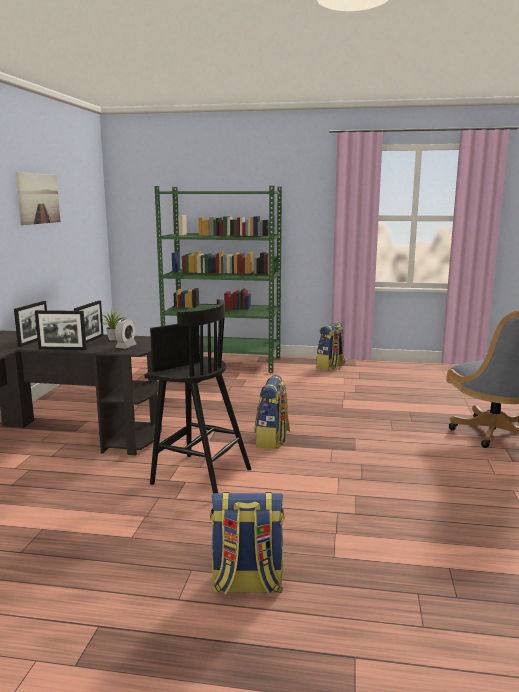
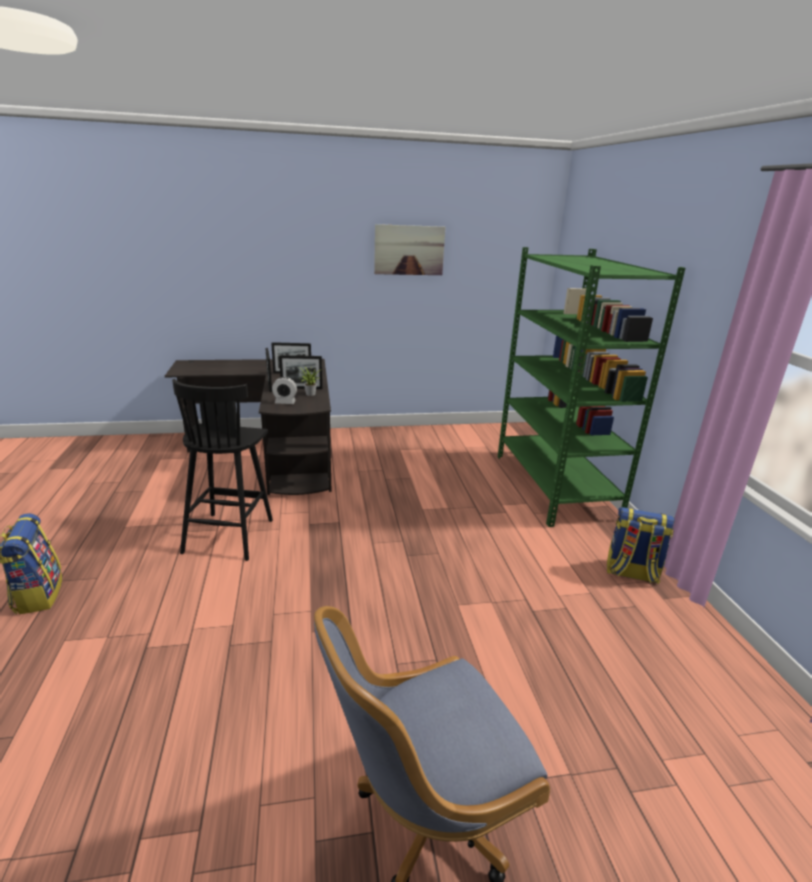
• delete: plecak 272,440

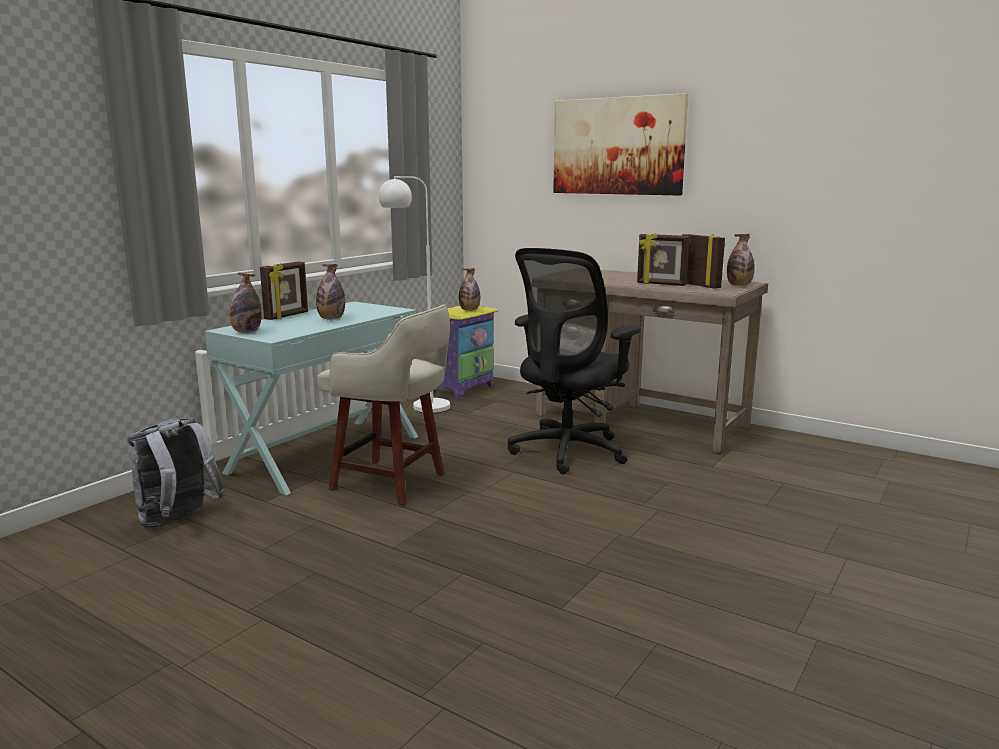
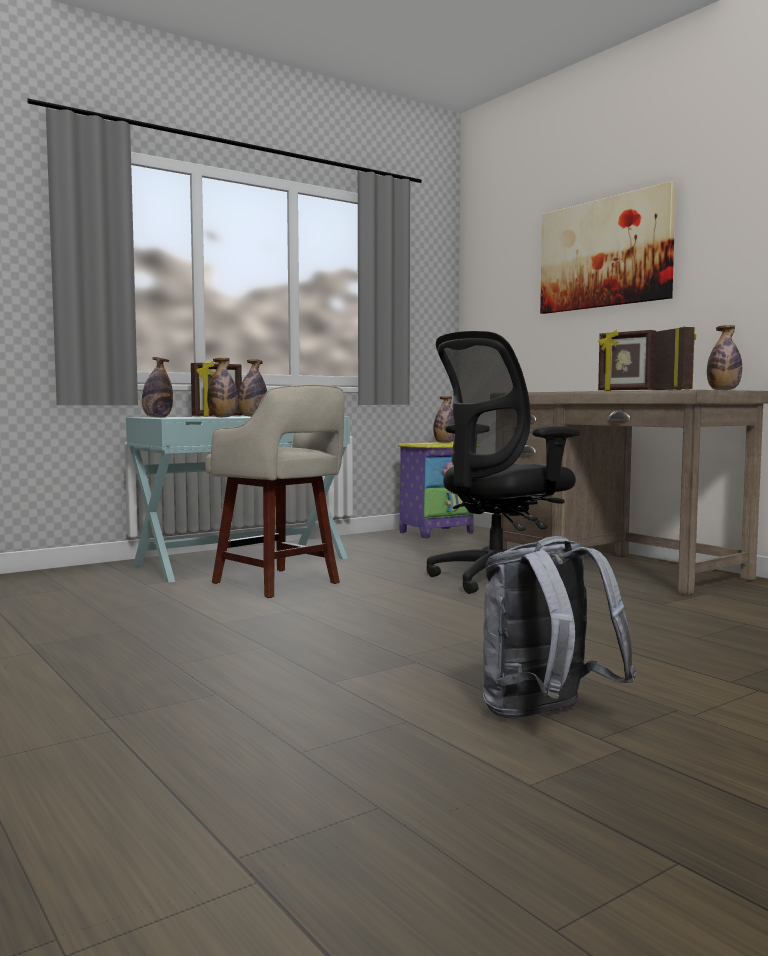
• move: plecak (szary) 178,522 to 545,716
• delete: lampa stojąca (biały) 420,409
• insert: butelka 223,417

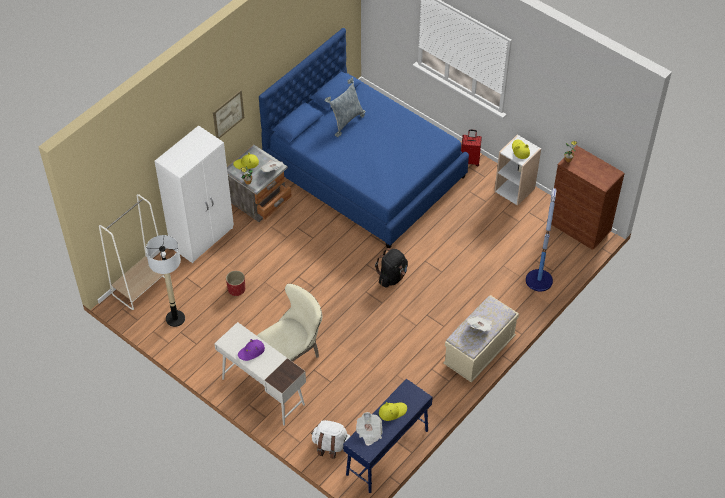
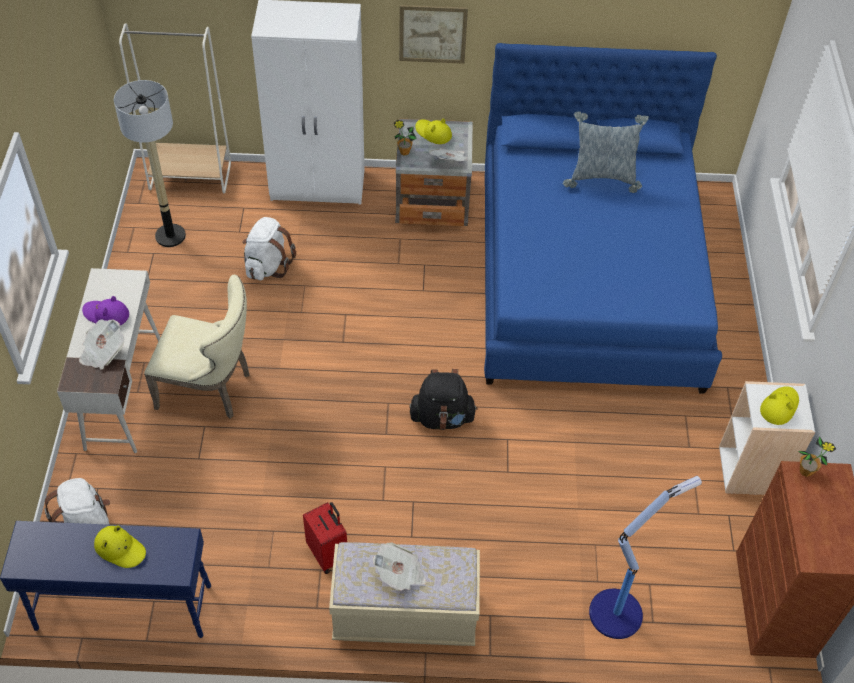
• replace: donica (czerwony) 236,289 to plecak (biały) 267,265
• move: gazeta 369,433 to 102,352
• move: walizka (czerwony) 470,160 to 328,553

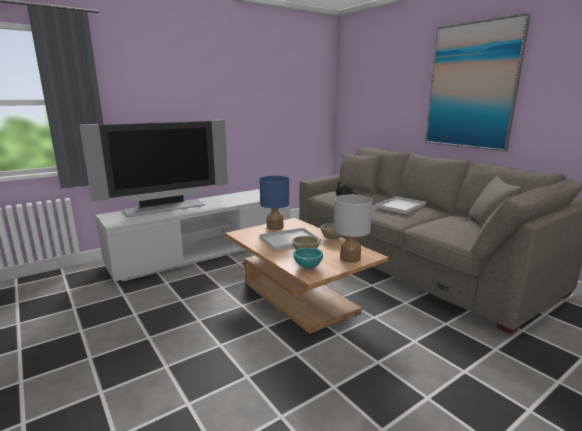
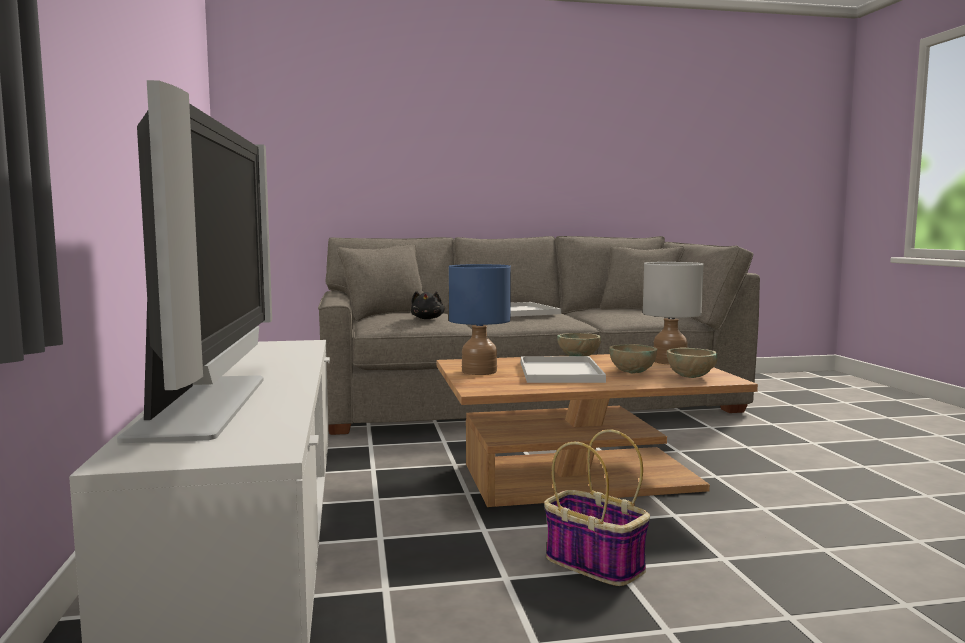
• recolor: miska (turkusowy) 307,267 to miska (beżowy) 690,377
• delete: obraz 471,86
• insert: koszyk 592,563

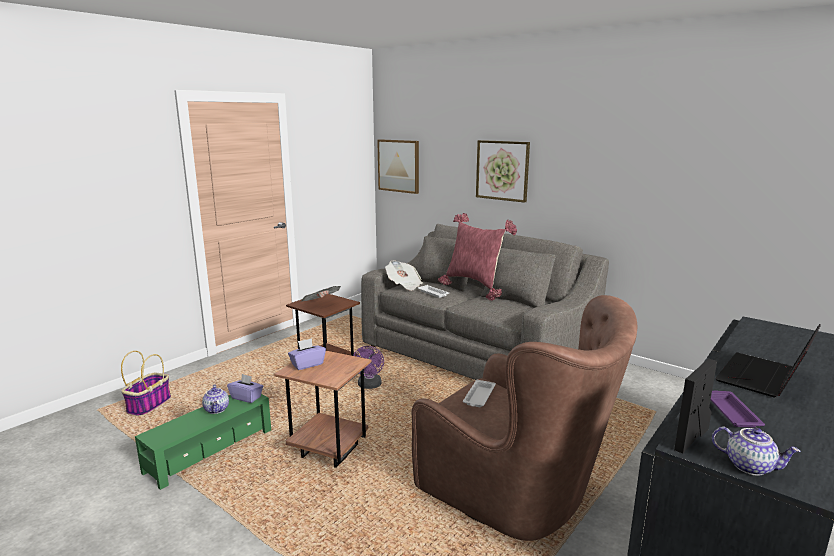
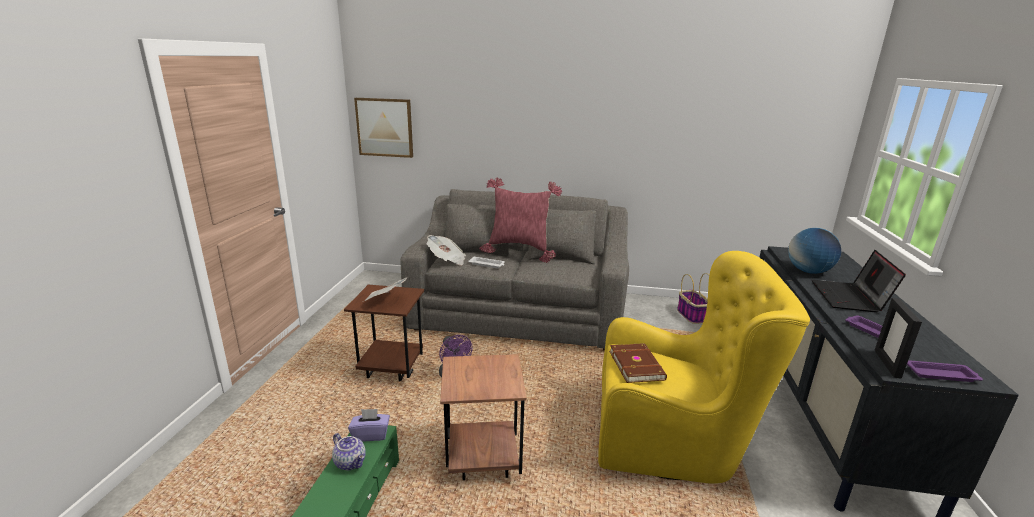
• move: koszyk 149,405 to 691,315
• delete: pudełko chusteczek (fioletowy) 307,364
• recolor: fotel (brązowy) 518,494 to fotel (żółty) 676,441
• replace: taca (biały) 479,397 to książka (brązowy) 637,365
• delete: obraz 502,170
• replace: imbryk 750,466 to taca (fioletowy) 942,374
• insert: globus 808,271

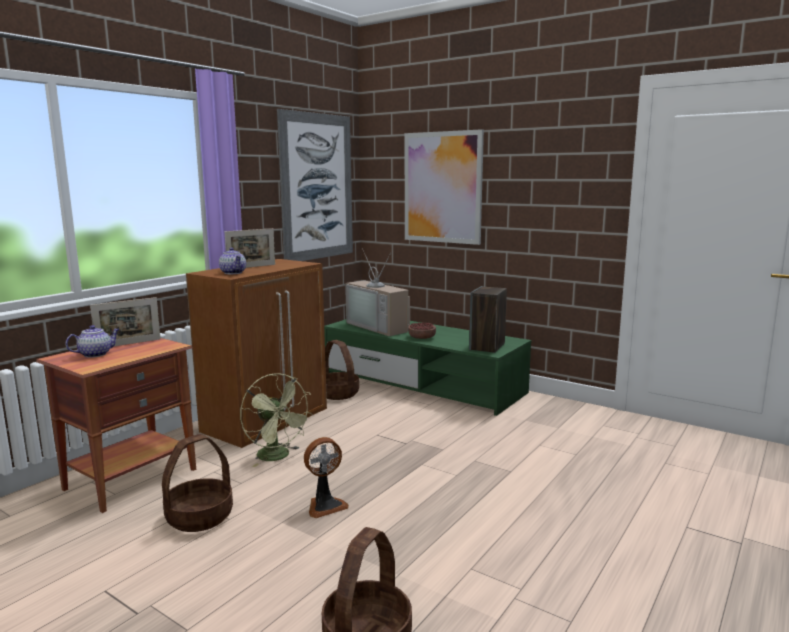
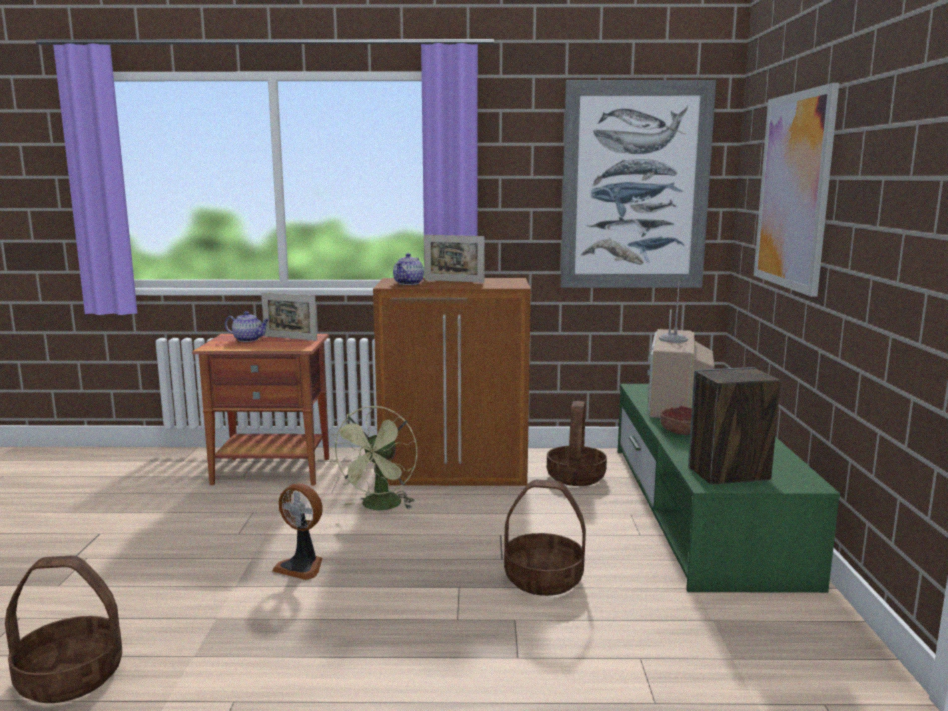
• move: koszyk 200,516 to 544,578

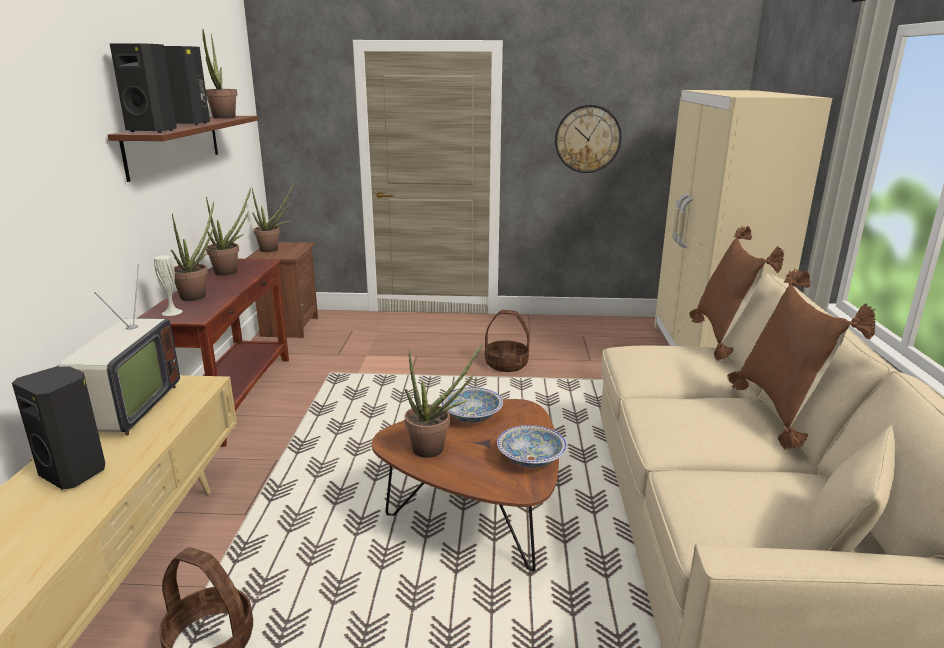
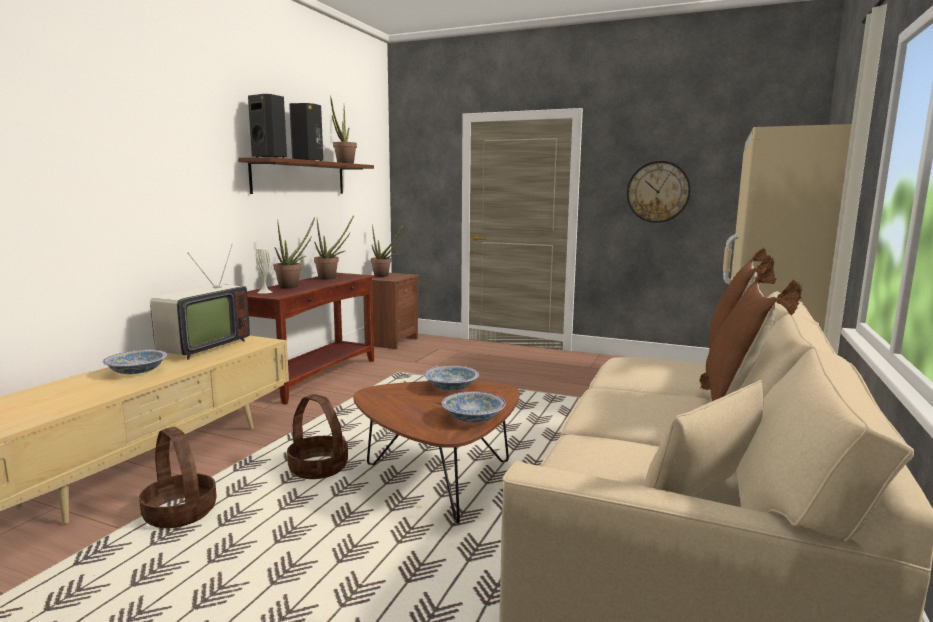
• replace: głośnik (czarny) 75,472 to miska 137,372
• delete: roślina doniczkowa 435,449
• move: koszyk 506,364 to 319,468

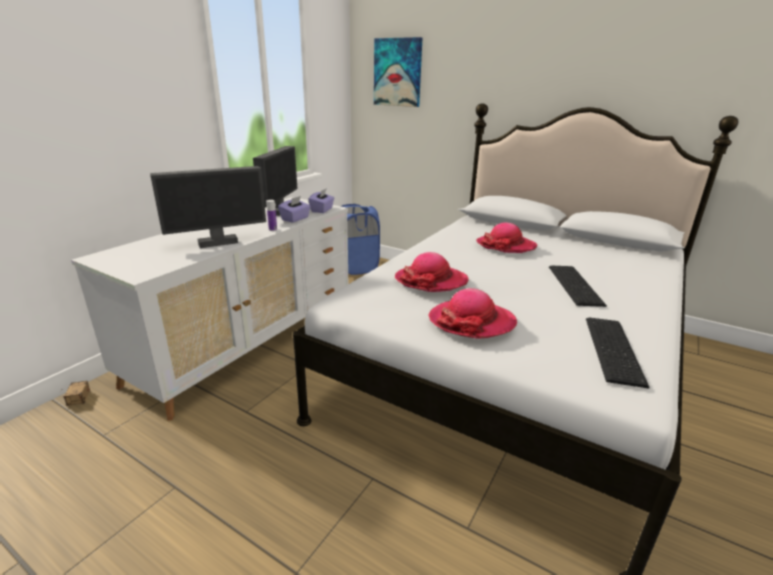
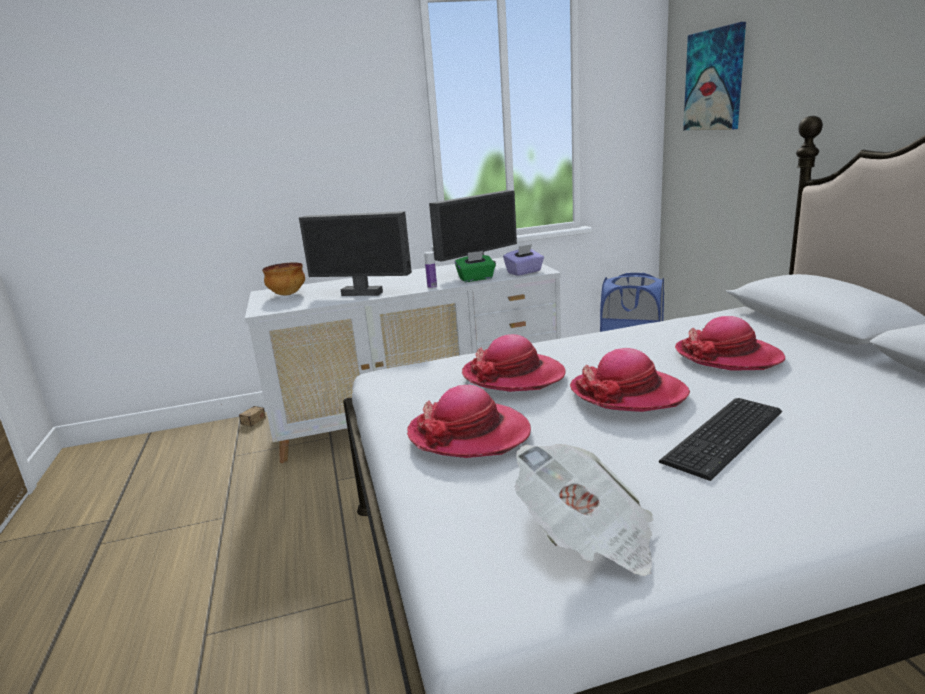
• recolor: pudełko chusteczek (fioletowy) 295,219 to pudełko chusteczek (zielony) 476,279
• replace: klawiatura 615,349 to gazeta 587,537
• insert: miska 287,294
• insert: kapelusz 628,393

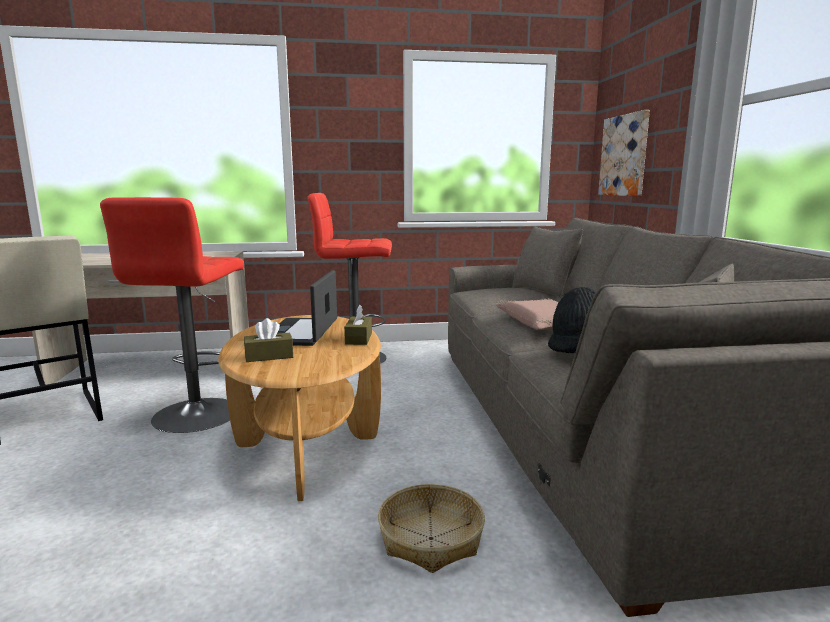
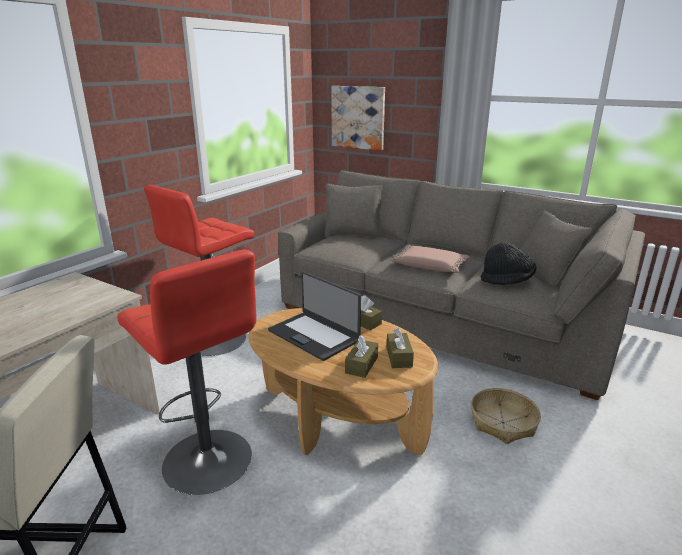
• insert: pudełko chusteczek (brązowy) 399,357

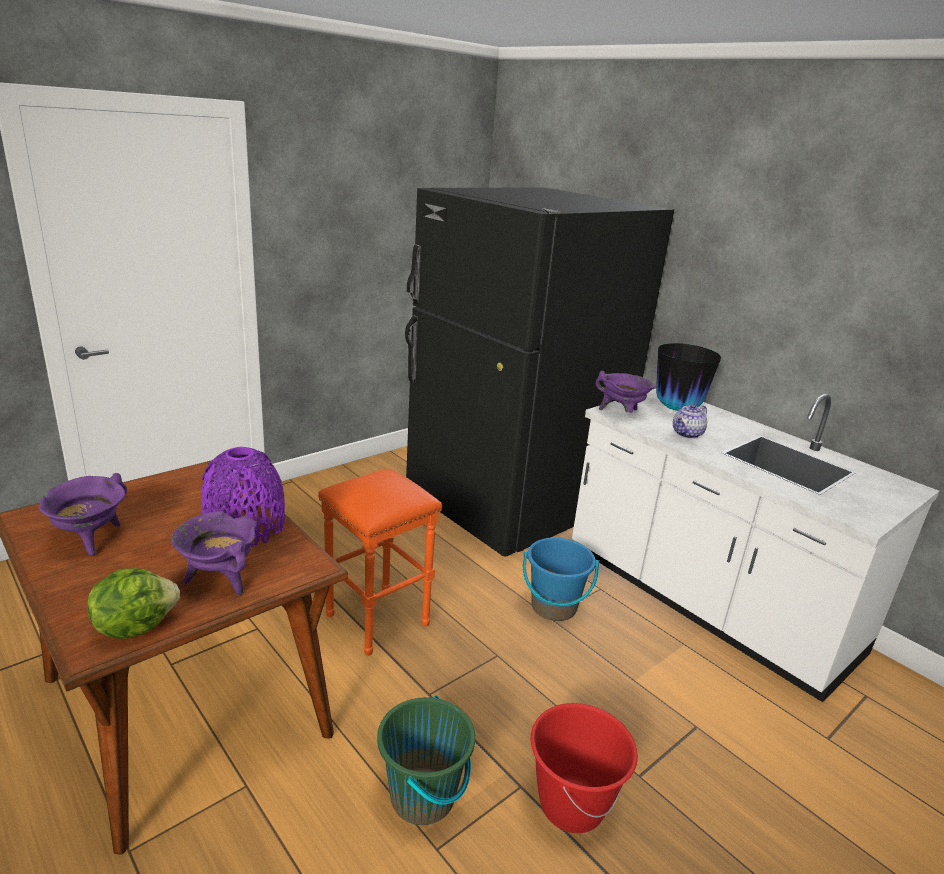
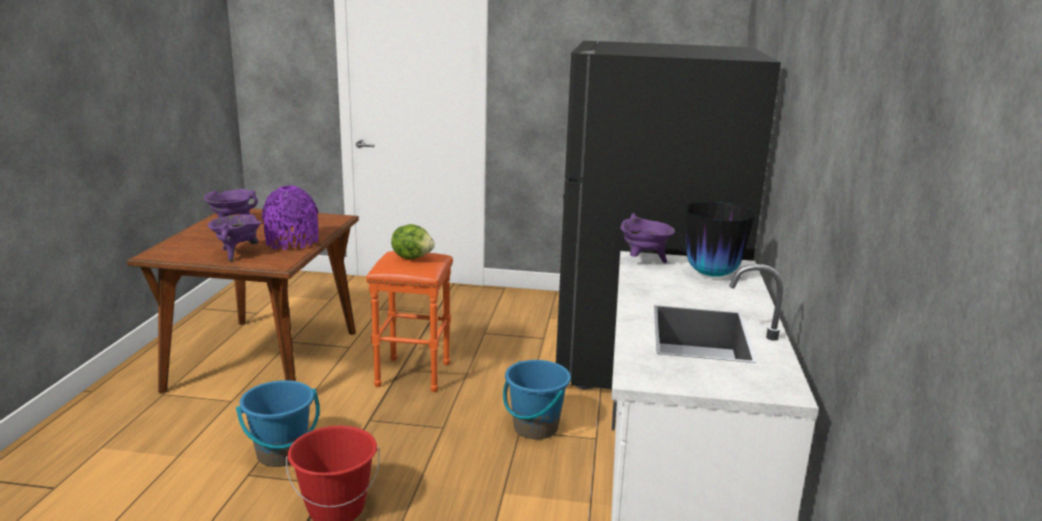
• move: sałata 135,626 to 412,257
• recolor: wiadro (zielony) 423,797 to wiadro (niebieski) 282,454
• delete: imbryk 687,434

